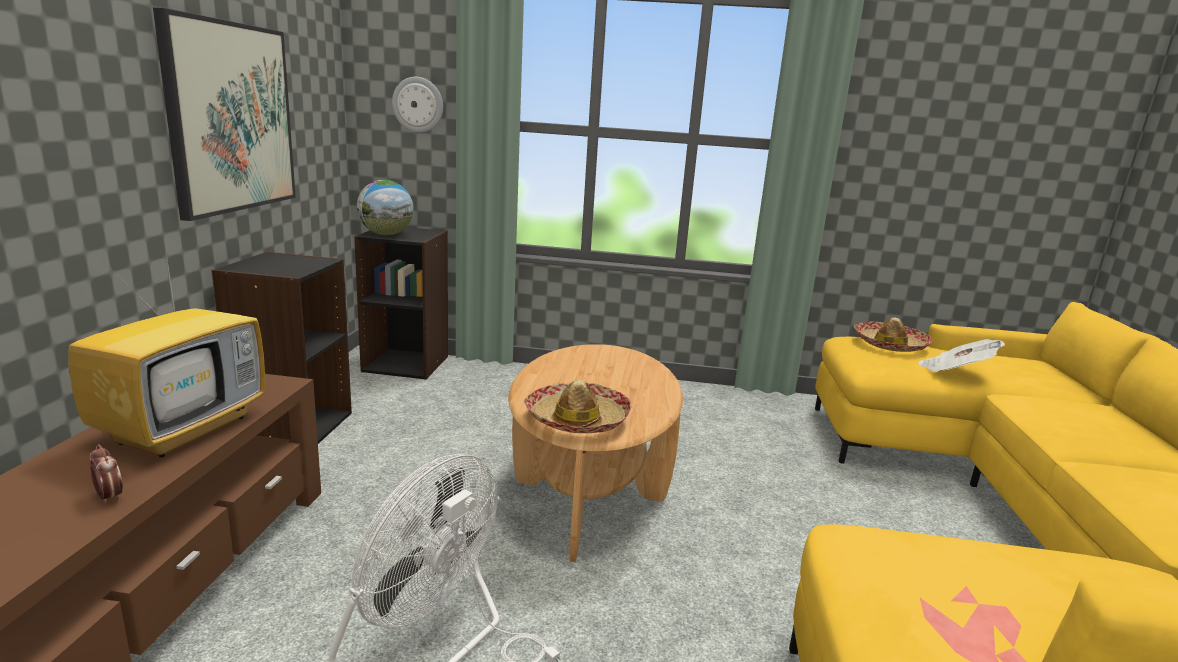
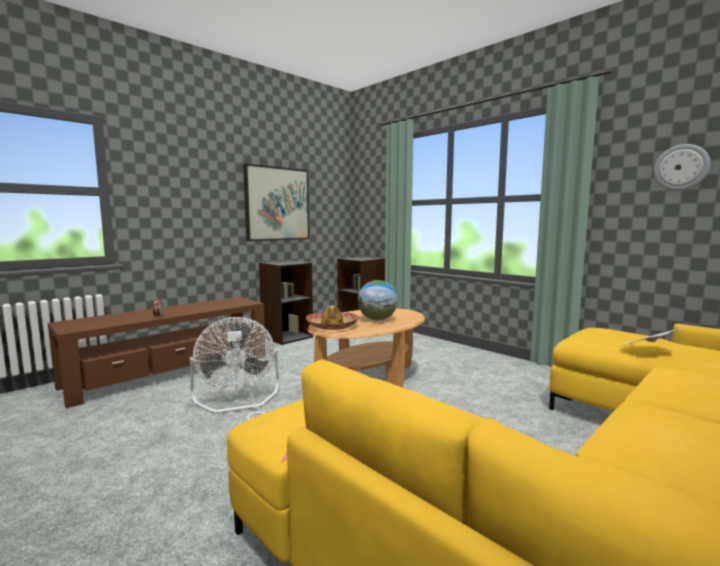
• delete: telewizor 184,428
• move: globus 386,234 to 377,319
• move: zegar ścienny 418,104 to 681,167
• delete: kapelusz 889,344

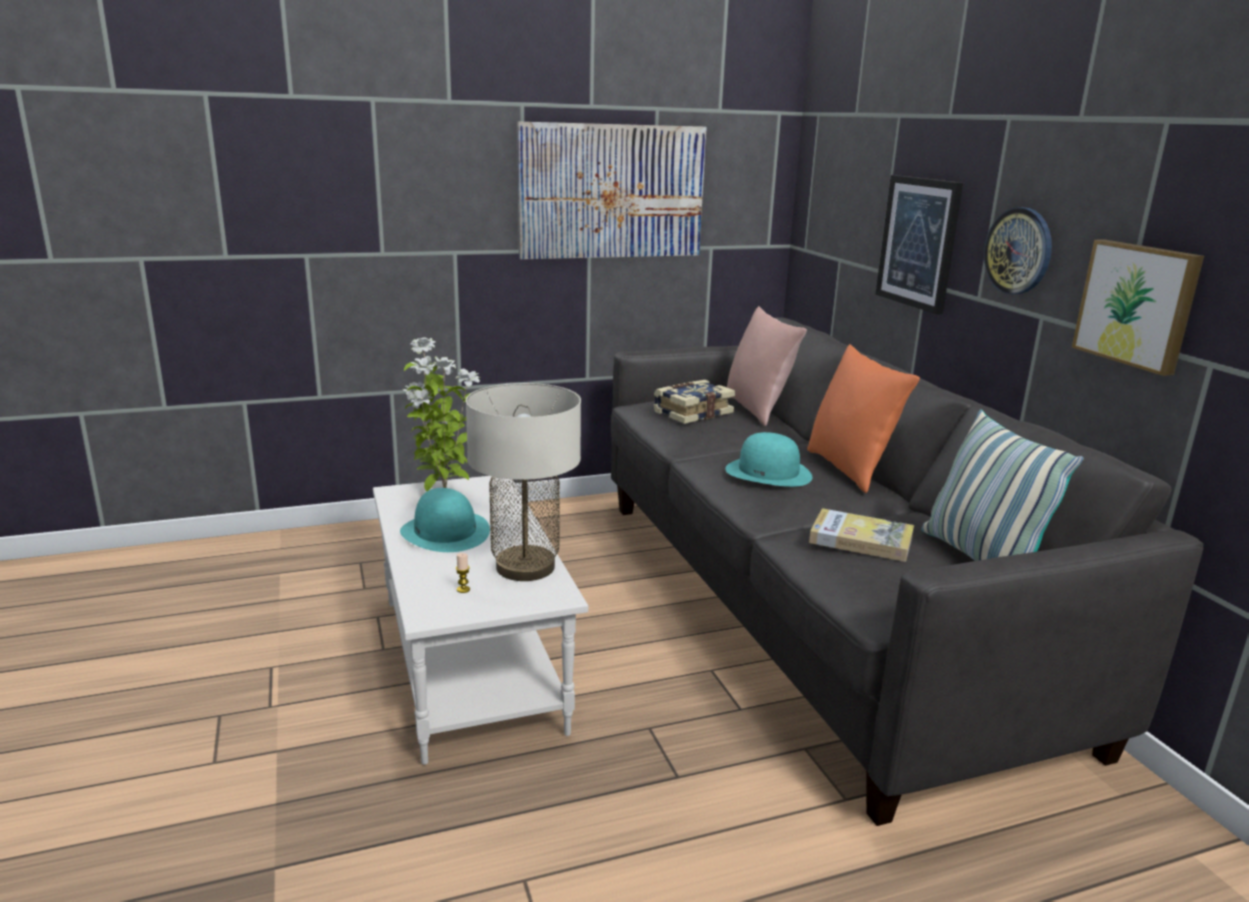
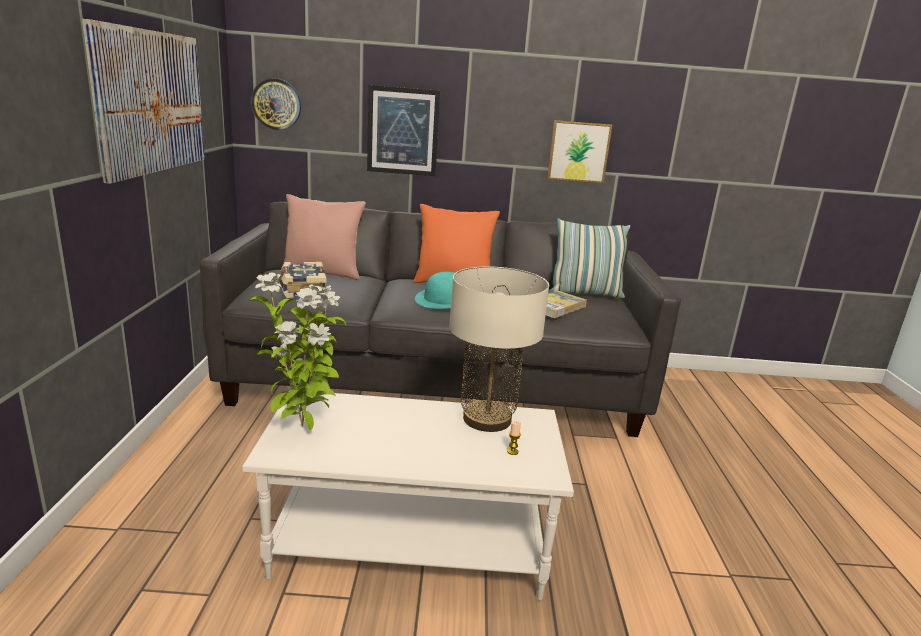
• delete: kapelusz (turkusowy) 445,532
• move: zegar ścienny 1018,251 to 276,104

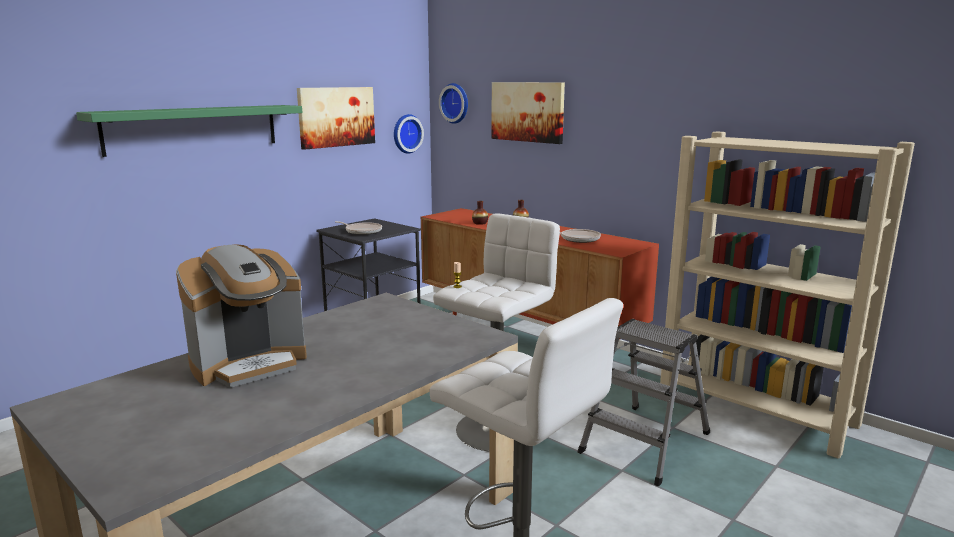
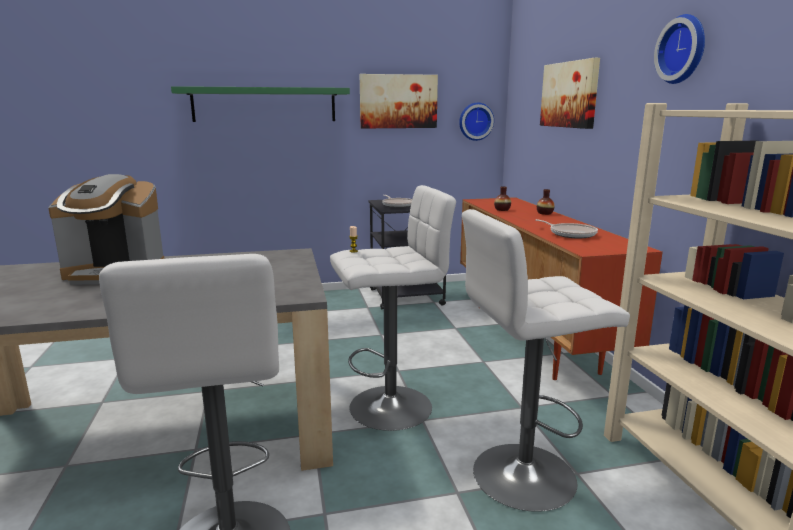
• move: zegar ścienny 456,103 to 684,49
• replace: drabinka (szary) 645,442 to stołek (biały) 522,475

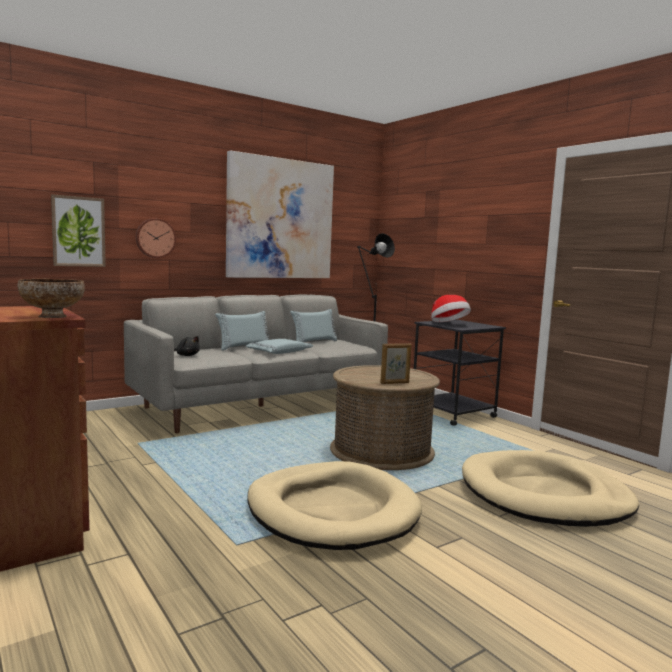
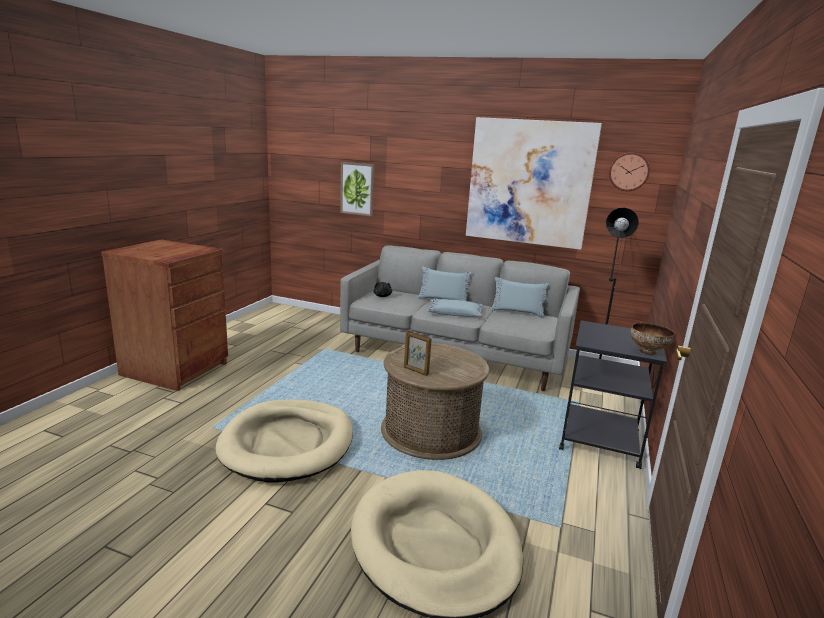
• move: miska 52,316 to 647,352
• move: zegar ścienny 155,238 to 629,171
• delete: kapelusz 448,324

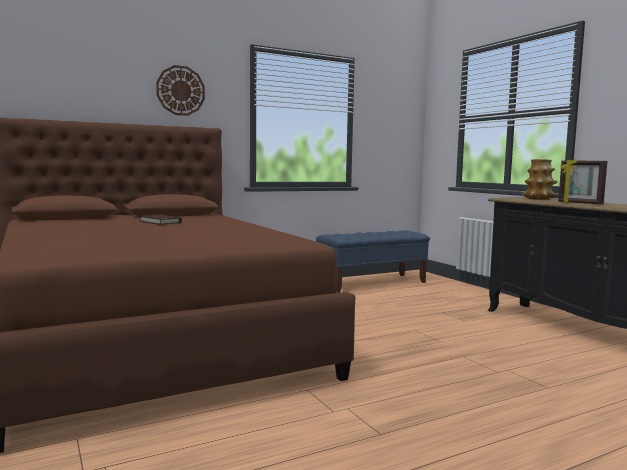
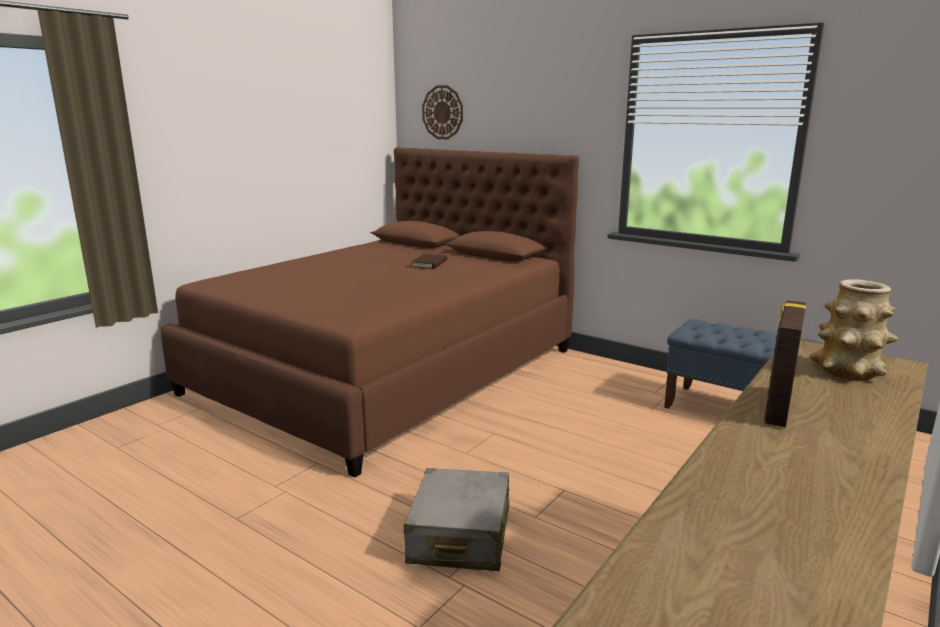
• move: zegar ścienny 180,90 to 442,112
• insert: walizka (szary) 460,536

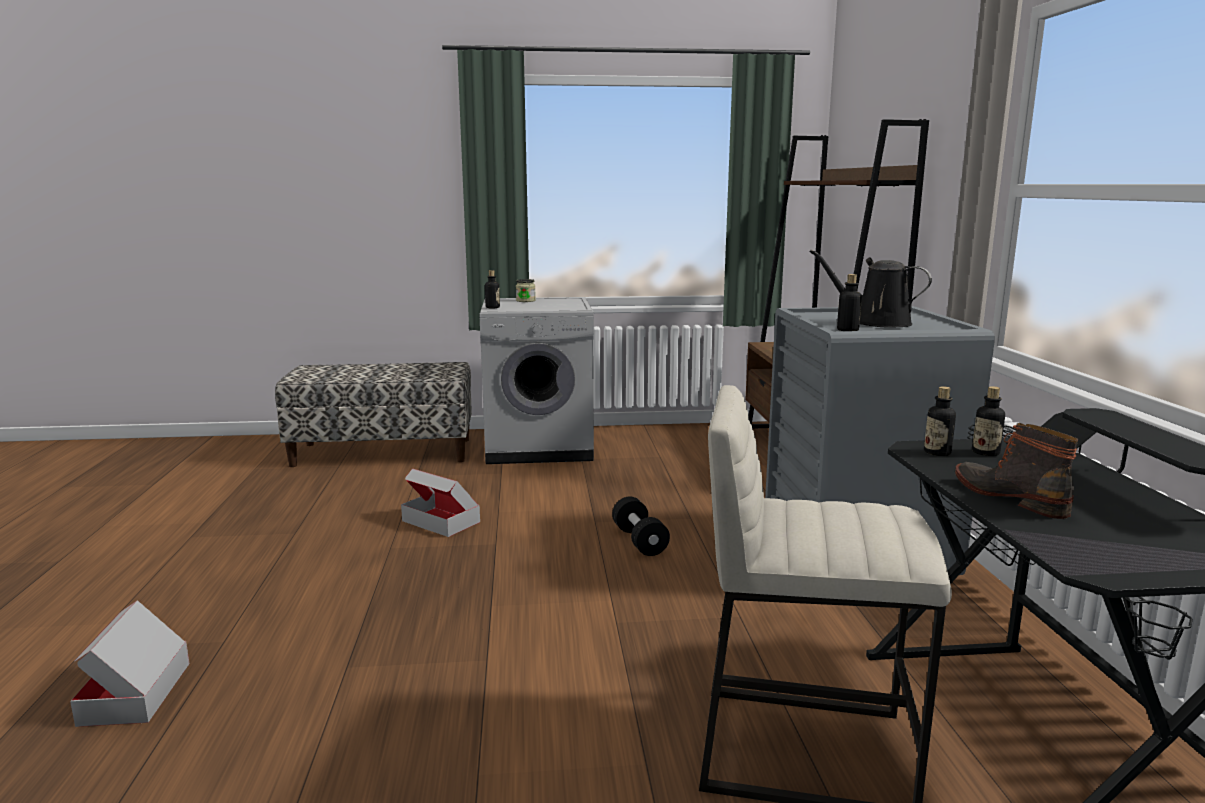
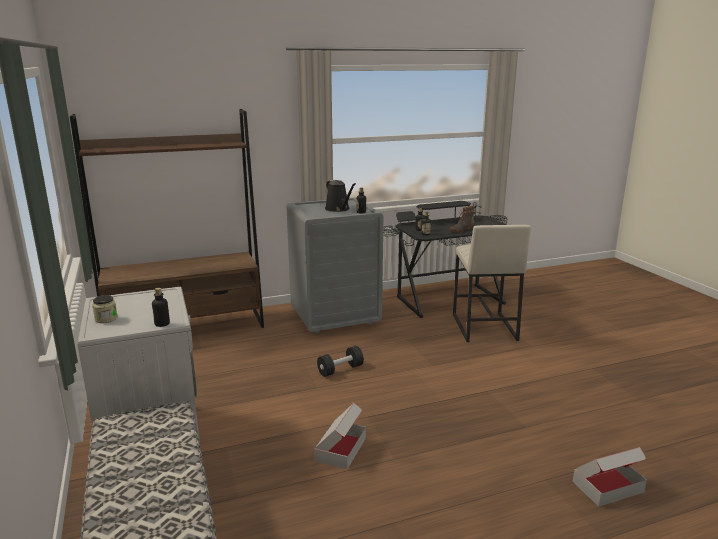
• rotate: konewka (czarny) 875,323 = 338,209 45 degrees counterclockwise

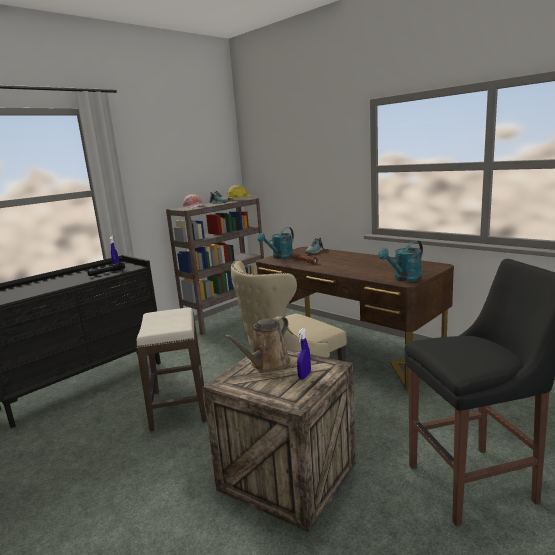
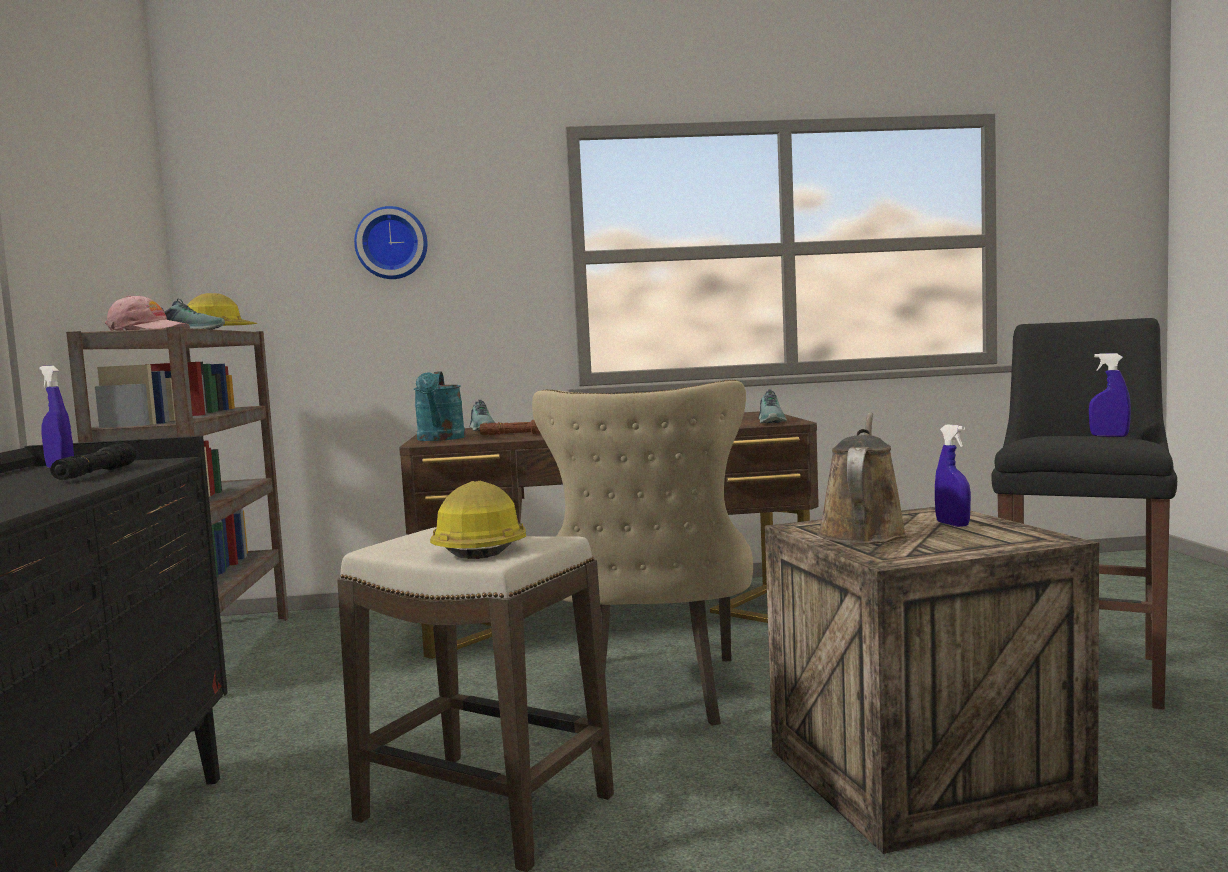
• rotate: konewka (brązowy) 267,364 = 862,533 150 degrees counterclockwise
• replace: konewka (turkusowy) 404,279 to but 772,421
• insert: zegar ścienny 392,243
• insert: kask 479,547
• insert: spryskiwacz (niebieski) 1109,436

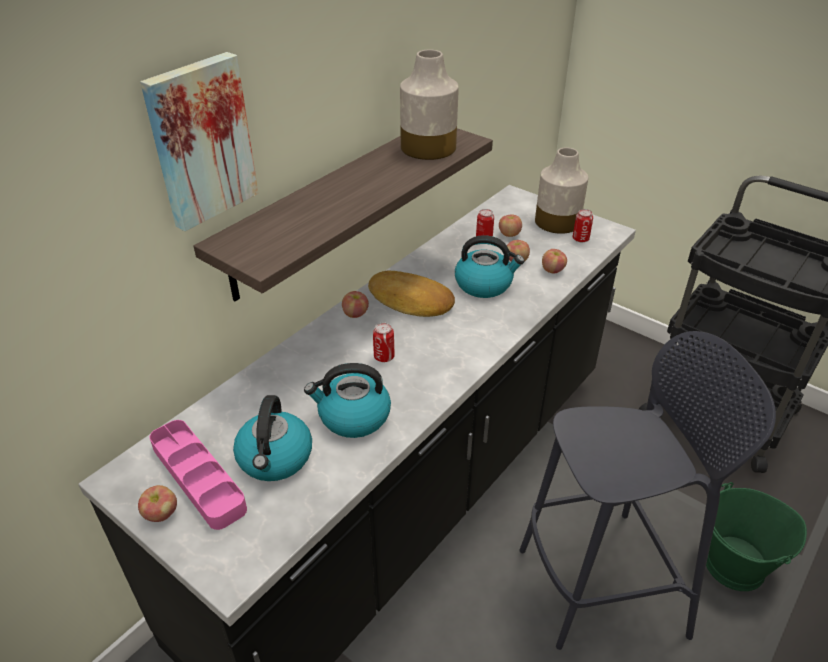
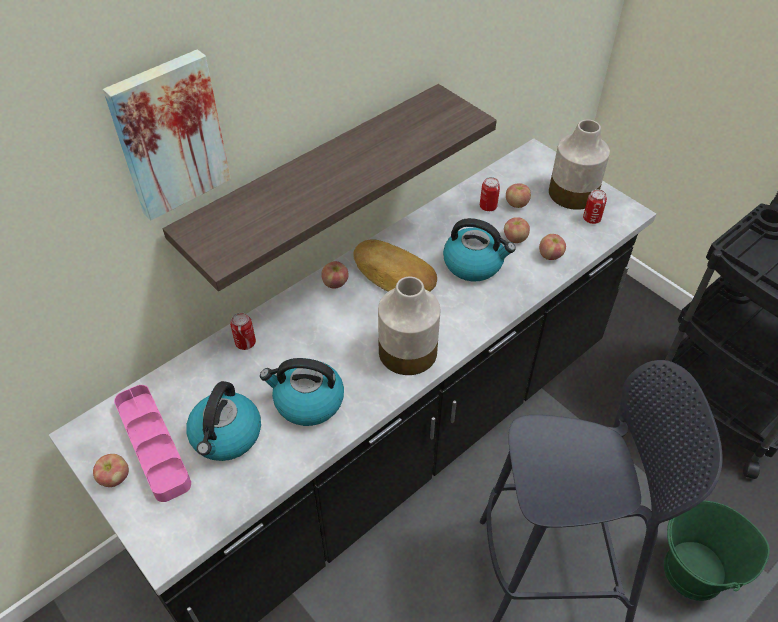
• move: puszka 384,357 to 245,343
• move: wazon (beżowy) 427,146 to 407,350

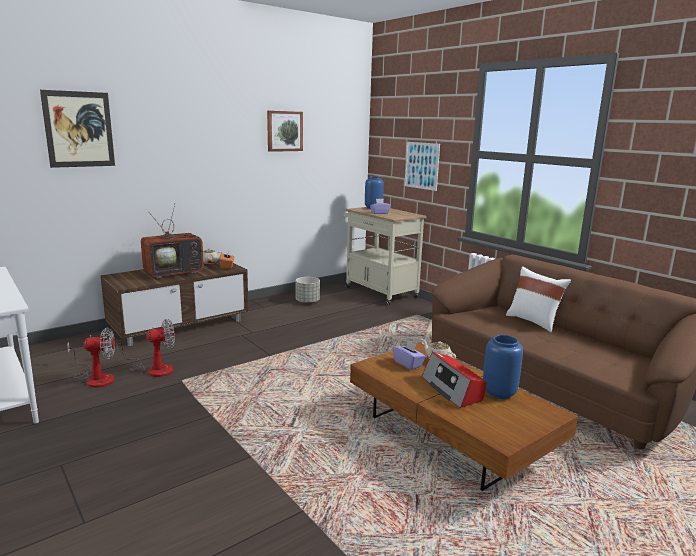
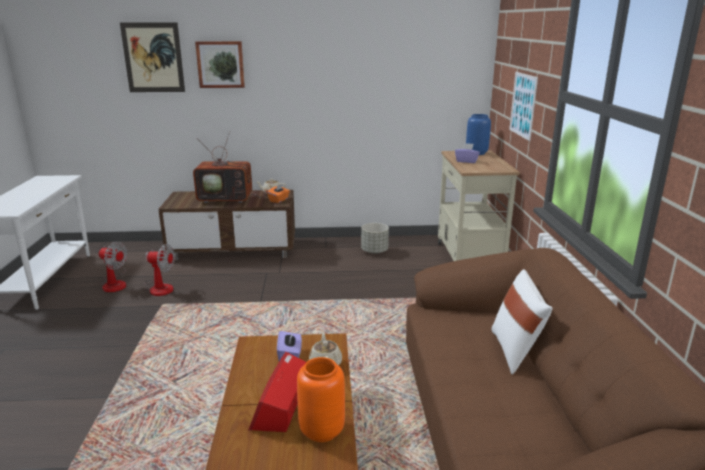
• move: obraz 284,131 to 220,64
• recolor: wazon (niebieski) 499,393 to wazon (pomarańczowy) 321,431

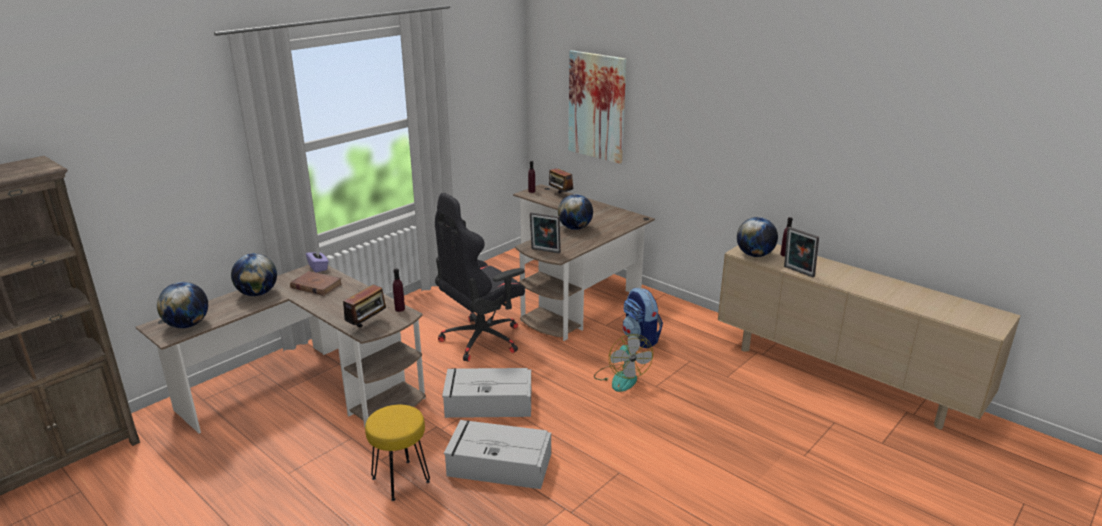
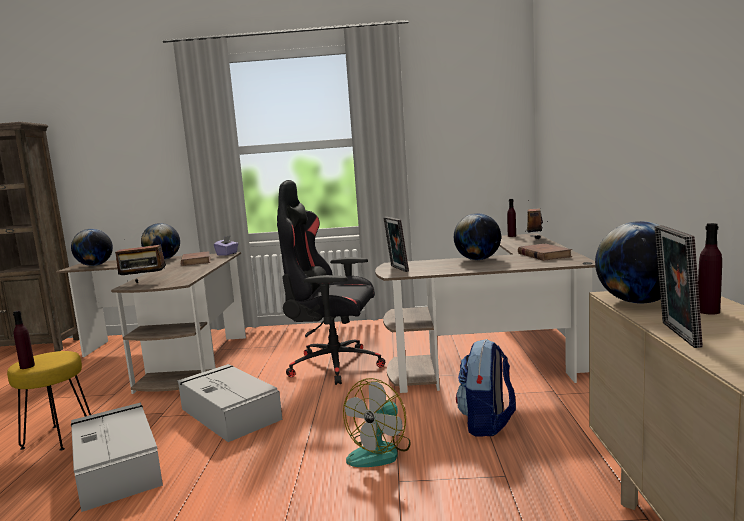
• move: butelka (fioletowy) 400,309 to 27,366
• delete: obraz 597,106
• insert: książka (brązowy) 544,255

